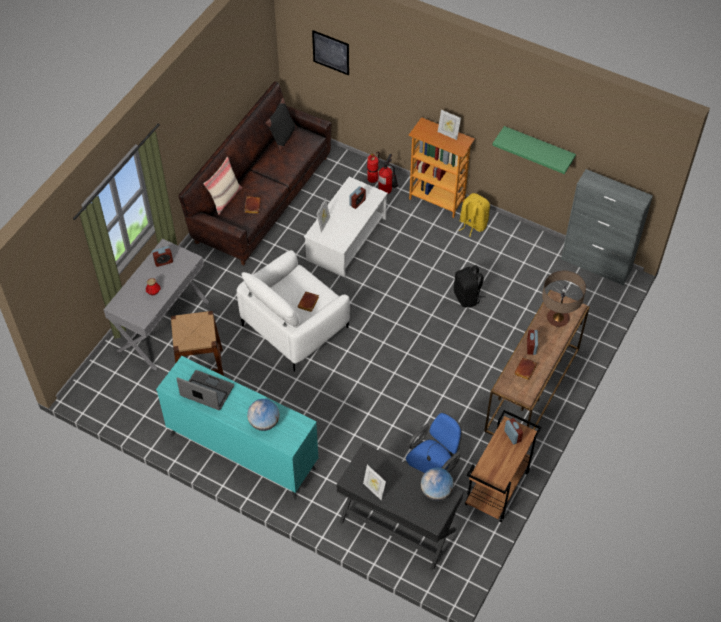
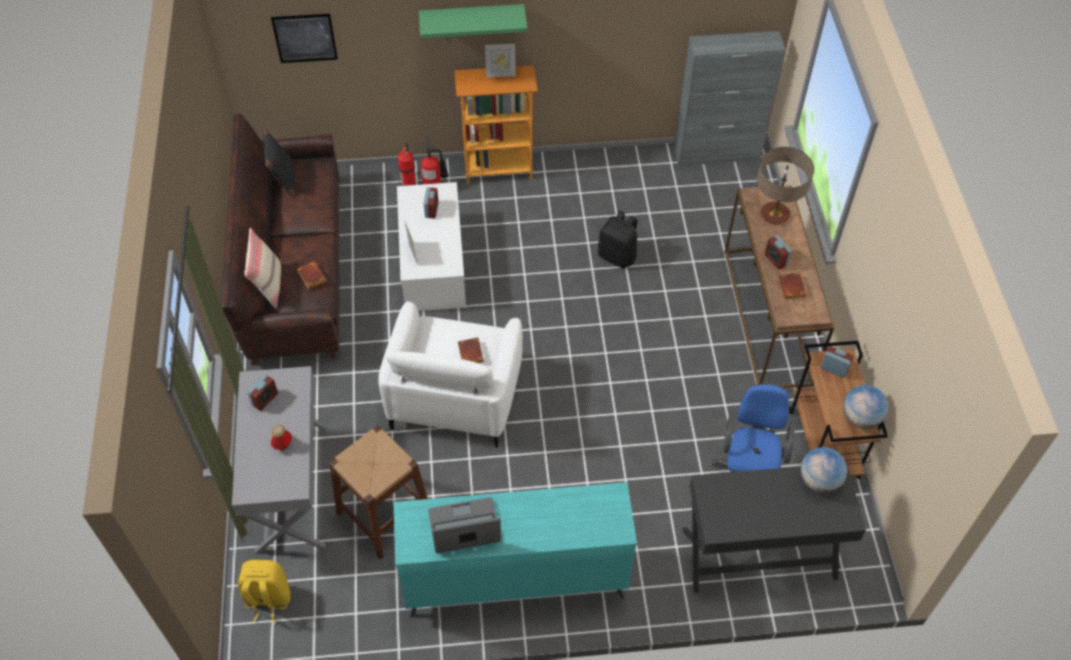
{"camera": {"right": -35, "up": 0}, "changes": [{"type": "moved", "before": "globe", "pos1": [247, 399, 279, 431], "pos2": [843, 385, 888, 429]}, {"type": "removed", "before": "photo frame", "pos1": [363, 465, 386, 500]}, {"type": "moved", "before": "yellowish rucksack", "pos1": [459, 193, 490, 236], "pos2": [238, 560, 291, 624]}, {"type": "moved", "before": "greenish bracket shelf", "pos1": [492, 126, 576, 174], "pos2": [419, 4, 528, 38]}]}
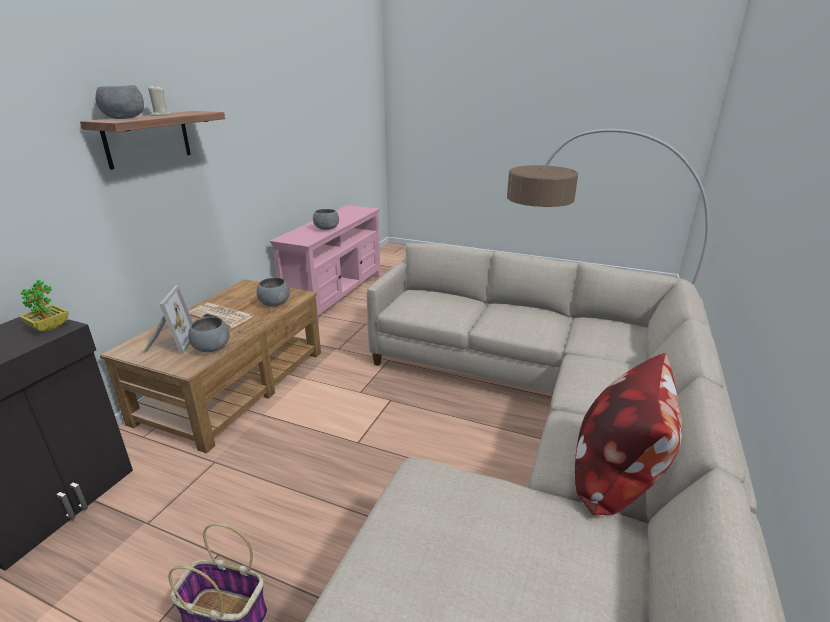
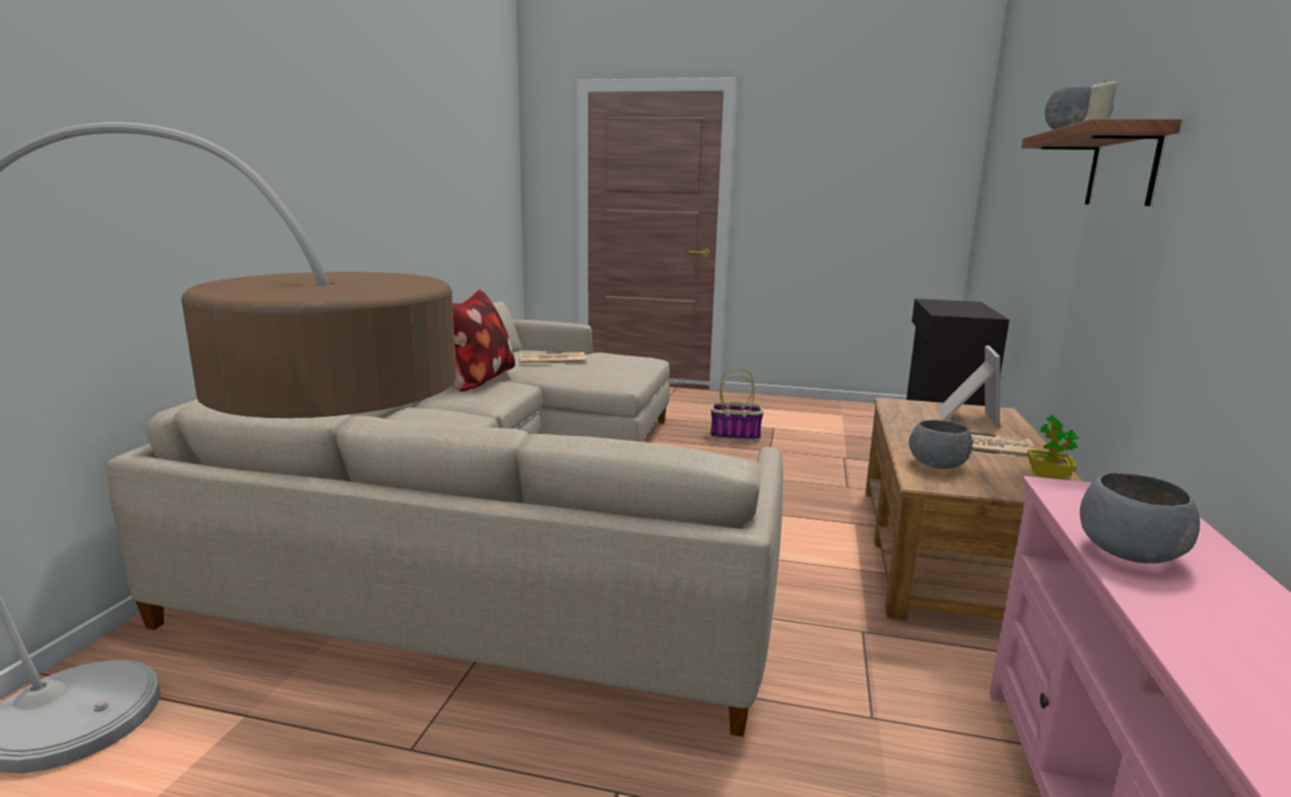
{"camera": {"right": 170, "up": -10}, "changes": [{"type": "moved", "before": "houseplant", "pos1": [20, 280, 69, 332], "pos2": [1027, 415, 1079, 479]}, {"type": "turned", "before": "photo frame", "pos1": [143, 285, 193, 354], "pos2": [937, 345, 1000, 428], "turn": -150}, {"type": "removed", "before": "gray serving bowl", "pos1": [188, 317, 230, 352]}, {"type": "added", "after": "newspaper", "pos2": [520, 352, 587, 364]}]}
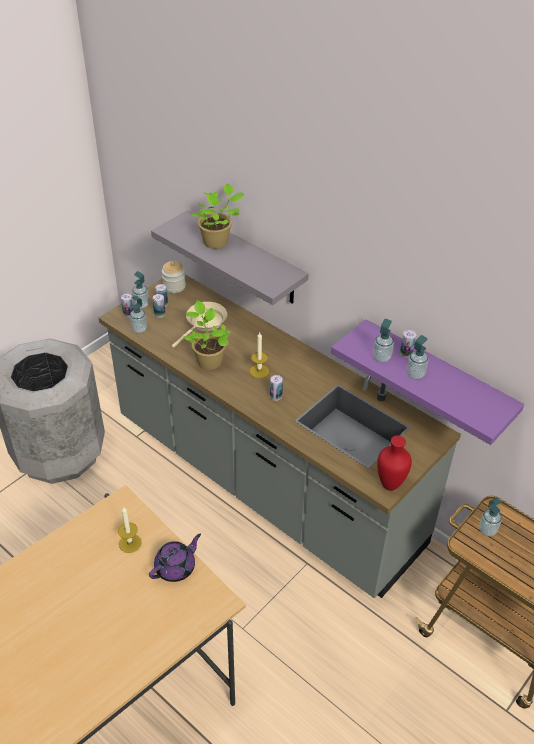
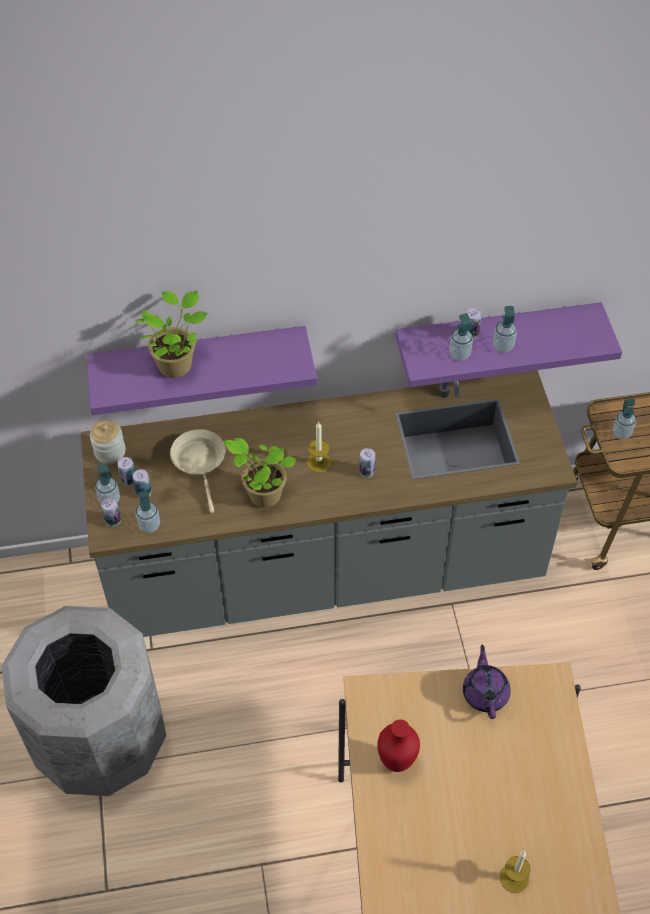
{"camera": {"right": -50, "up": 10}, "changes": [{"type": "moved", "before": "wax candle", "pos1": [118, 507, 142, 553], "pos2": [500, 851, 531, 893]}, {"type": "recoloured", "before": "gray bracket shelf", "after": "purple bracket shelf", "pos1": [151, 210, 309, 305], "pos2": [86, 326, 317, 415]}, {"type": "moved", "before": "red vase", "pos1": [377, 435, 412, 491], "pos2": [377, 719, 420, 772]}]}
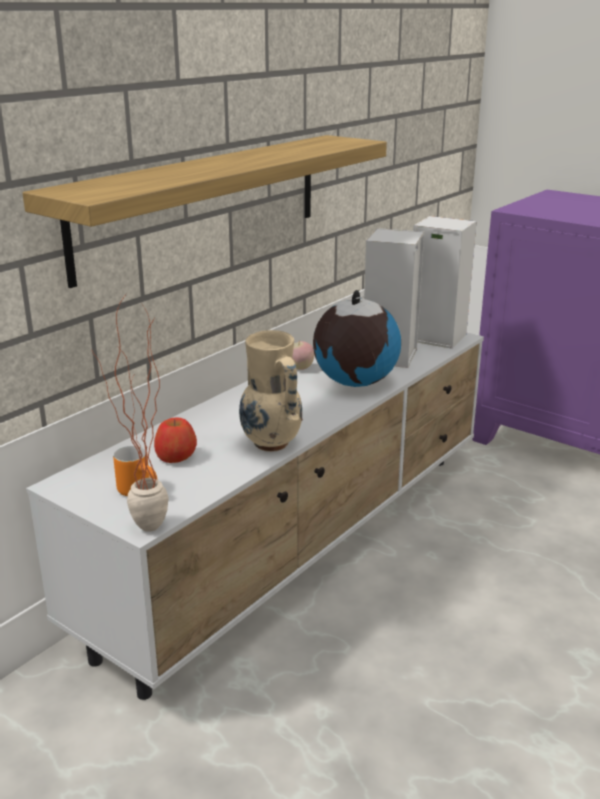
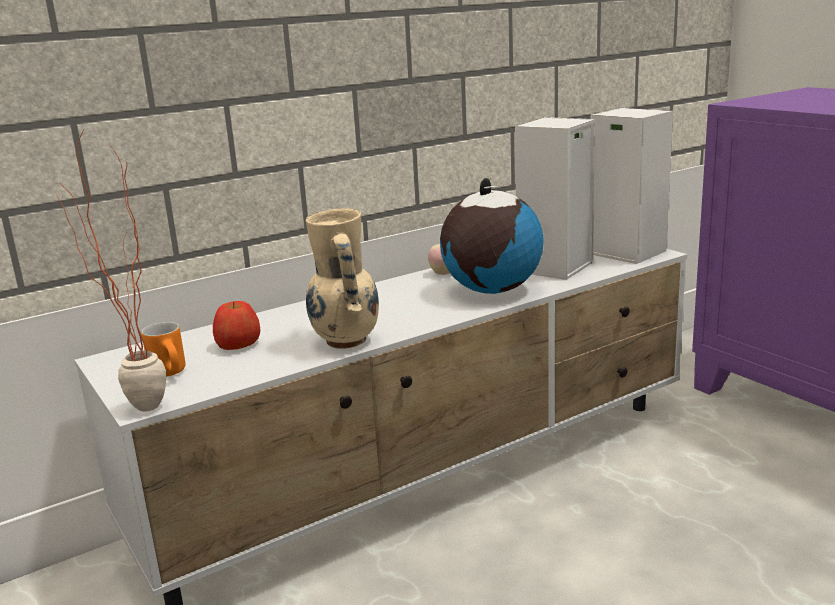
{"camera": {"right": 20, "up": -5}, "changes": [{"type": "removed", "before": "bracket shelf", "pos1": [23, 135, 387, 288]}]}
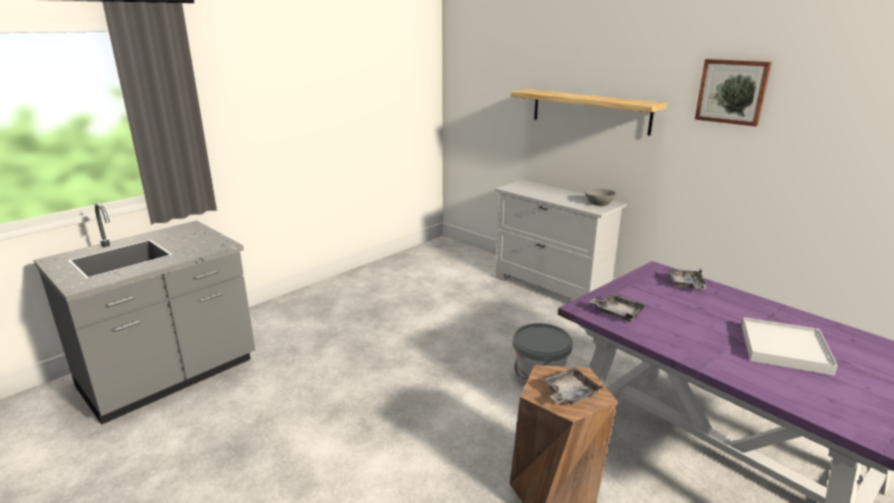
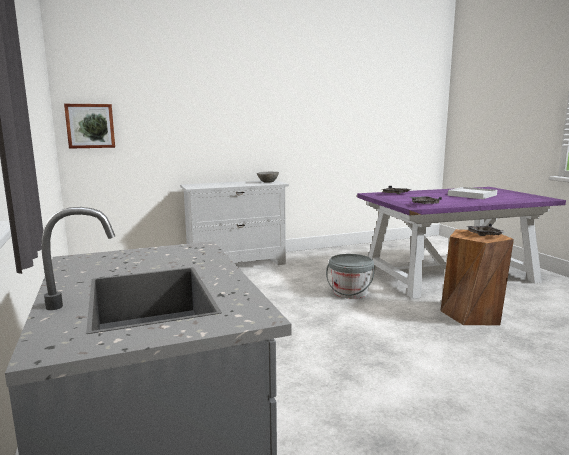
{"camera": {"right": -65, "up": -10}, "changes": [{"type": "removed", "before": "bracket shelf", "pos1": [511, 89, 667, 136]}, {"type": "moved", "before": "wall picture", "pos1": [695, 59, 772, 126], "pos2": [64, 104, 115, 149]}]}
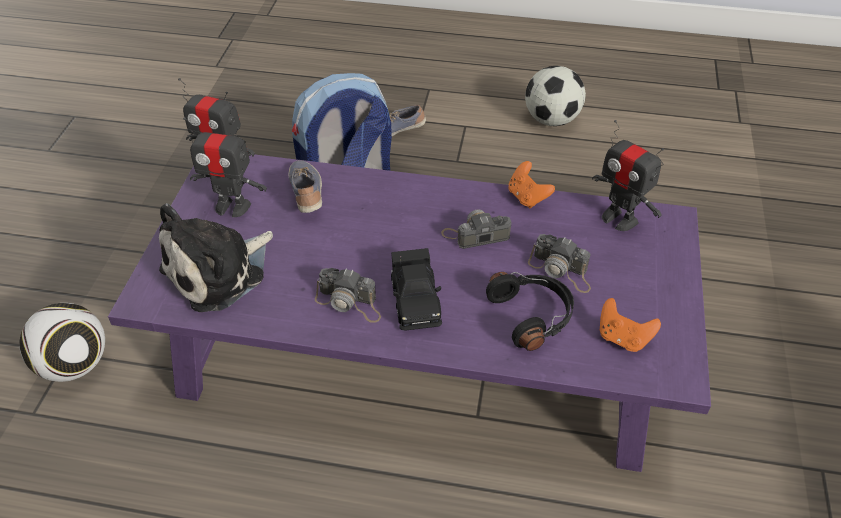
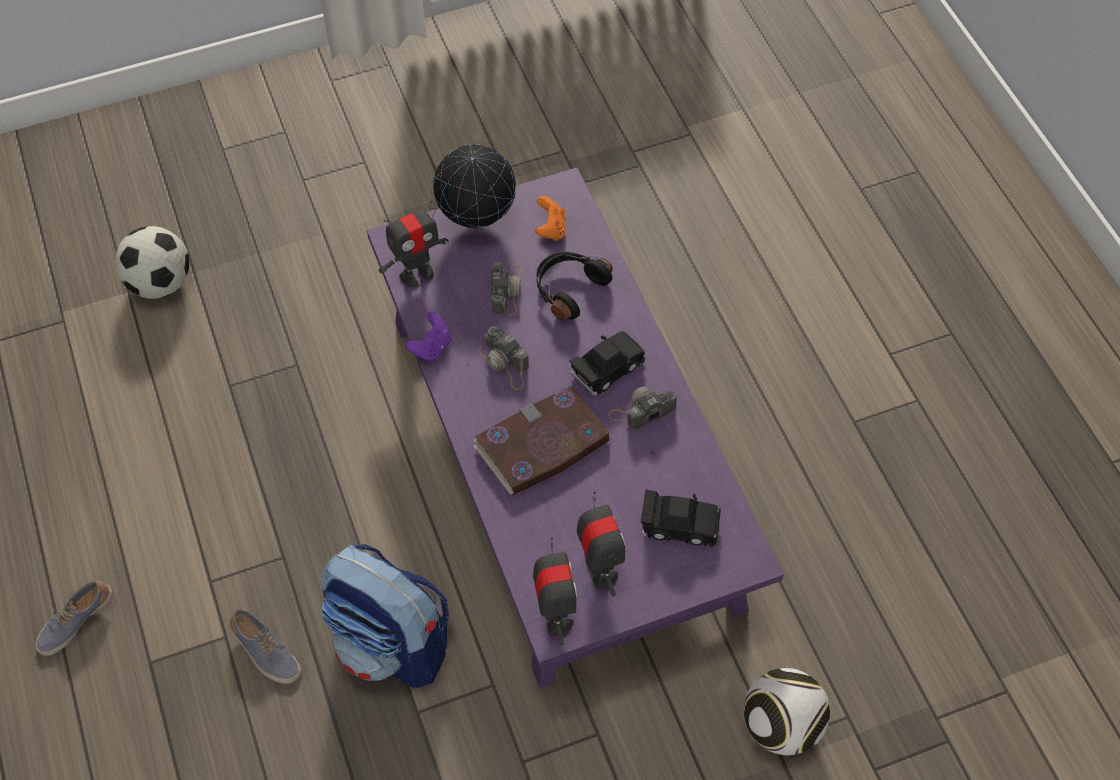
{"camera": {"right": -120, "up": 10}, "changes": [{"type": "replaced", "before": "plush toy", "after": "blackish model car", "pos1": [159, 203, 273, 312], "pos2": [641, 489, 721, 547]}, {"type": "moved", "before": "low shoe", "pos1": [289, 160, 322, 213], "pos2": [35, 581, 112, 656]}, {"type": "turned", "before": "photo camera", "pos1": [315, 268, 381, 323], "pos2": [608, 387, 677, 430], "turn": -105}, {"type": "recoloured", "before": "orange game controller", "after": "purple game controller", "pos1": [508, 161, 555, 208], "pos2": [405, 312, 451, 362]}, {"type": "moved", "before": "football", "pos1": [525, 66, 586, 126], "pos2": [115, 226, 189, 299]}, {"type": "turned", "before": "model robot", "pos1": [592, 120, 664, 231], "pos2": [379, 200, 449, 288], "turn": 45}, {"type": "added", "after": "globe", "pos2": [433, 144, 516, 228]}, {"type": "added", "after": "bound book", "pos2": [473, 386, 610, 495]}]}
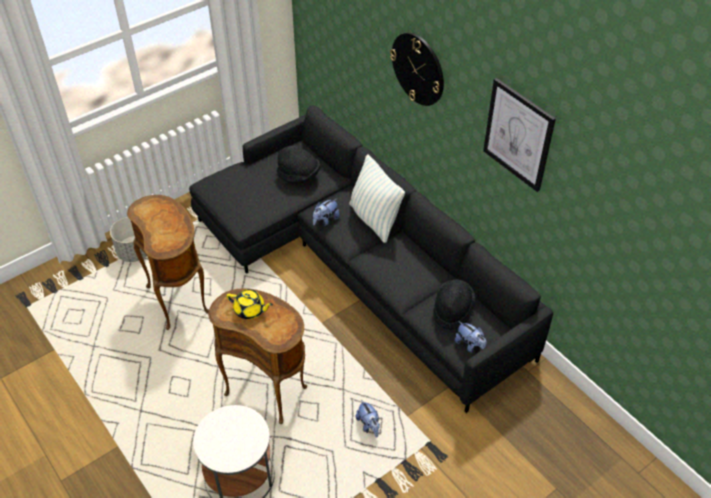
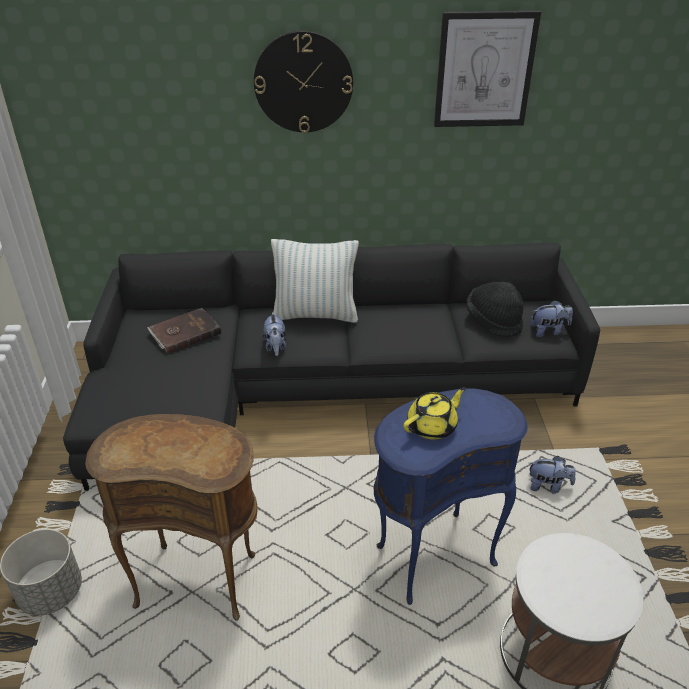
{"camera": {"right": -55, "up": -10}, "changes": [{"type": "recoloured", "before": "brown-coloured side table", "after": "bluish side table", "pos1": [208, 288, 307, 424], "pos2": [374, 389, 528, 605]}, {"type": "replaced", "before": "blackish clothing hat", "after": "brown-coloured bound book", "pos1": [277, 146, 321, 183], "pos2": [147, 308, 221, 354]}]}
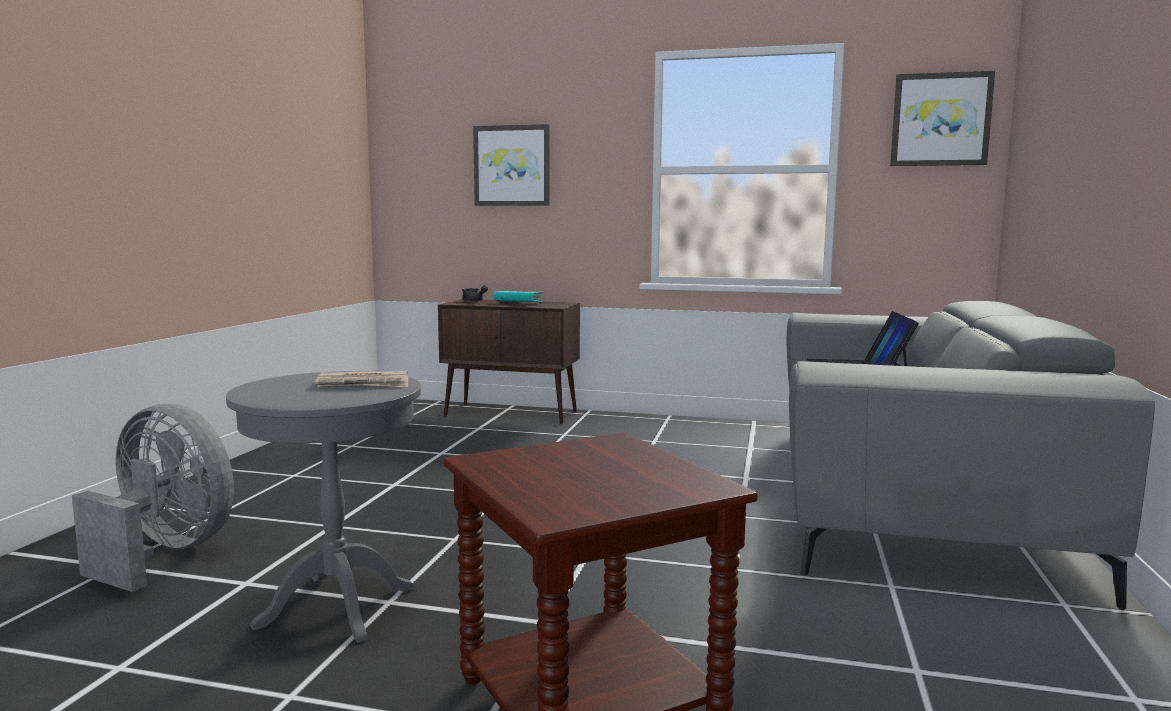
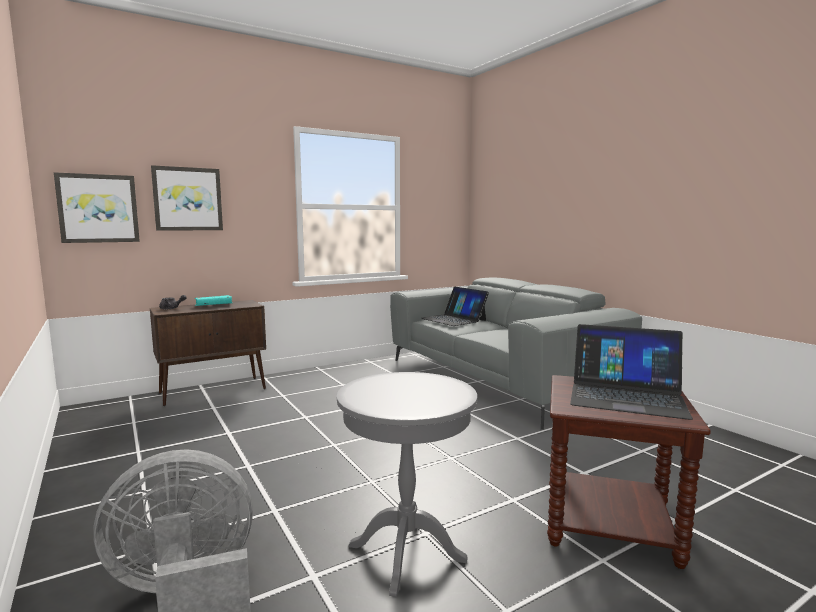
{"camera": {"right": -45, "up": 0}, "changes": [{"type": "removed", "before": "newspaper", "pos1": [315, 371, 409, 387]}, {"type": "moved", "before": "wall picture", "pos1": [890, 71, 995, 166], "pos2": [54, 172, 140, 243]}, {"type": "added", "after": "portable computer", "pos2": [570, 324, 693, 420]}]}
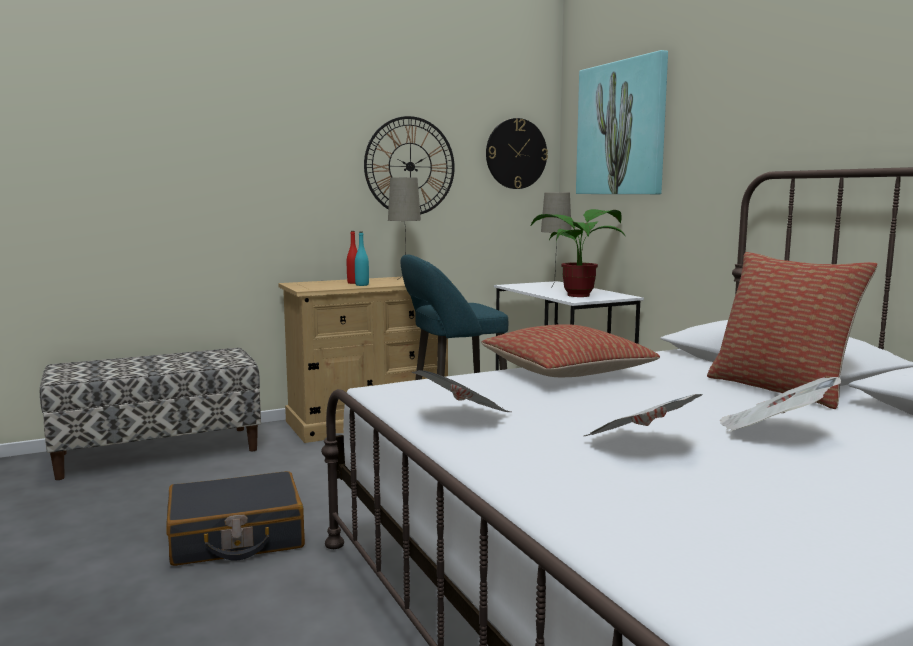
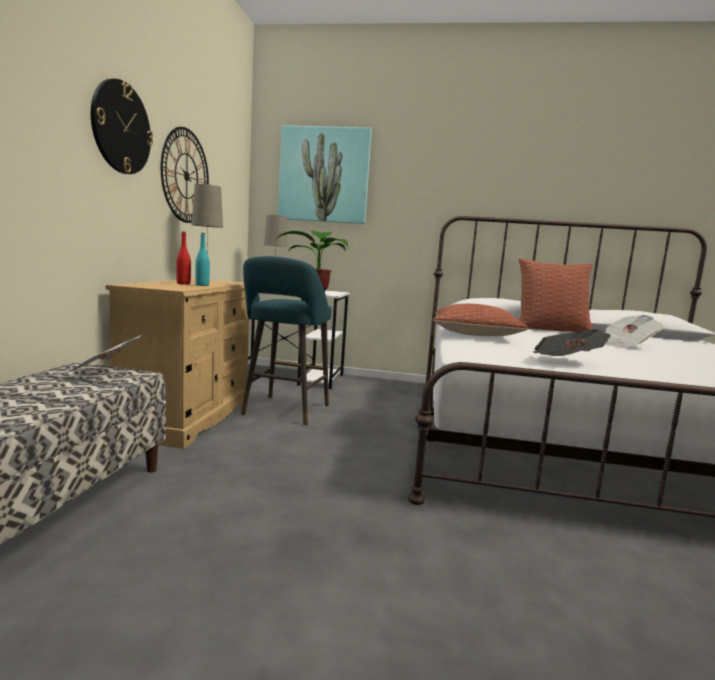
{"camera": {"right": -55, "up": 0}, "changes": [{"type": "removed", "before": "blackish piece of luggage", "pos1": [166, 471, 305, 566]}, {"type": "moved", "before": "wall clock", "pos1": [486, 118, 548, 189], "pos2": [91, 79, 153, 174]}, {"type": "moved", "before": "newspaper", "pos1": [584, 394, 703, 436], "pos2": [65, 335, 142, 374]}]}
